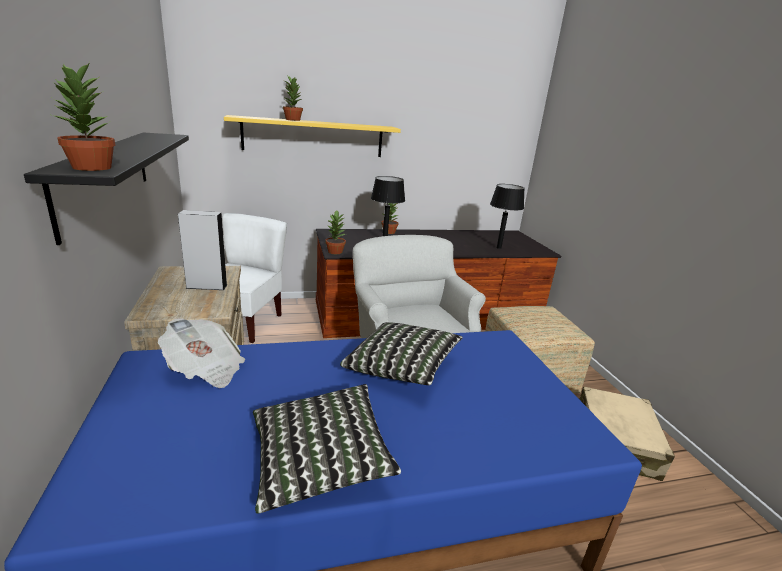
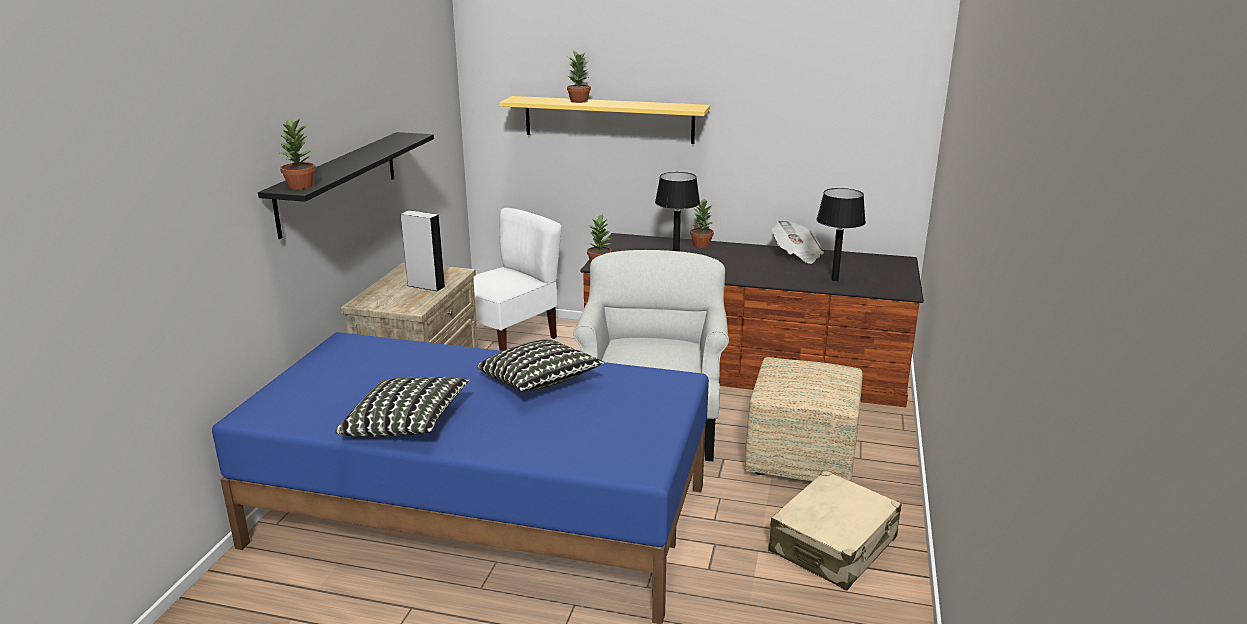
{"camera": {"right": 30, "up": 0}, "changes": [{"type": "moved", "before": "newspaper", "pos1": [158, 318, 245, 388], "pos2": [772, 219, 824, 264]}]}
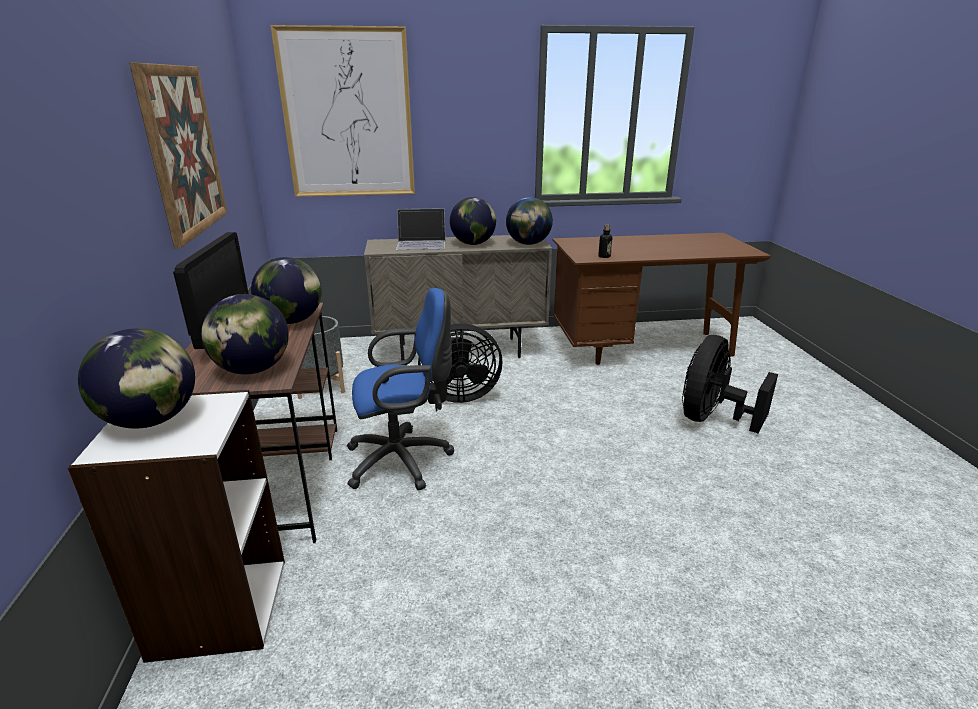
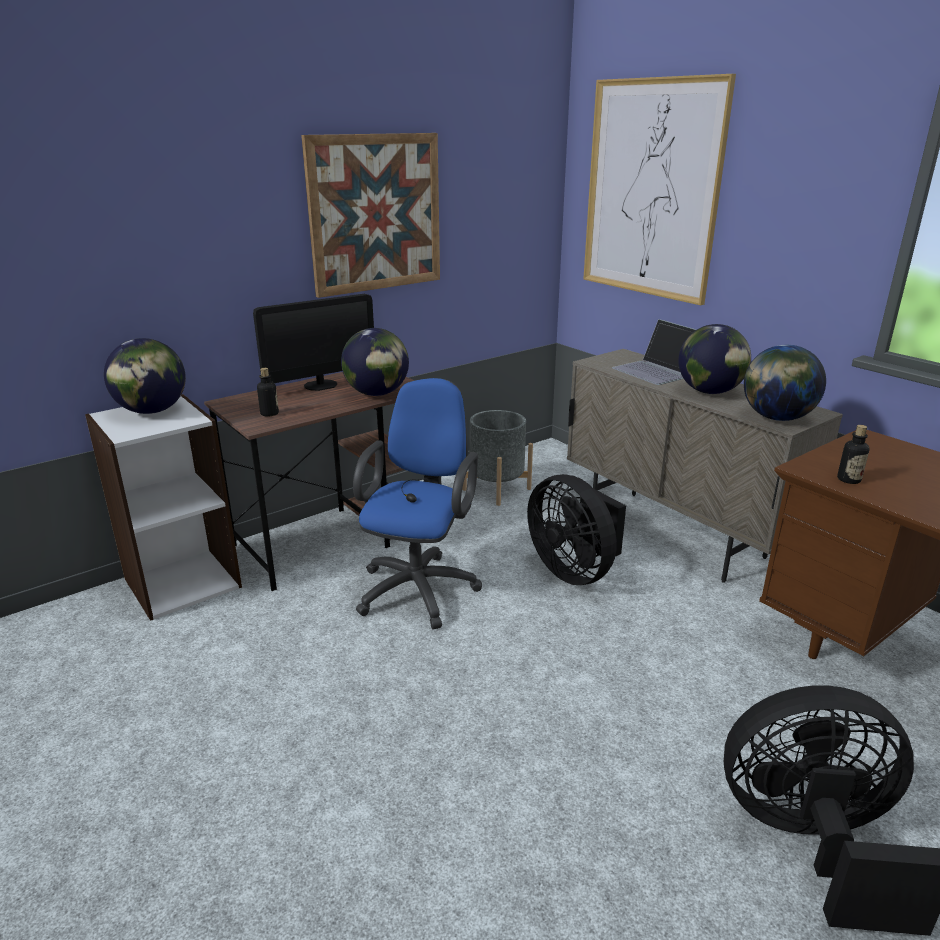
{"camera": {"right": 60, "up": 0}, "changes": [{"type": "replaced", "before": "globe", "after": "bottle", "pos1": [201, 294, 289, 374], "pos2": [257, 368, 279, 417]}, {"type": "turned", "before": "bluish computer chair", "pos1": [347, 288, 455, 491], "pos2": [353, 378, 482, 629], "turn": -120}]}
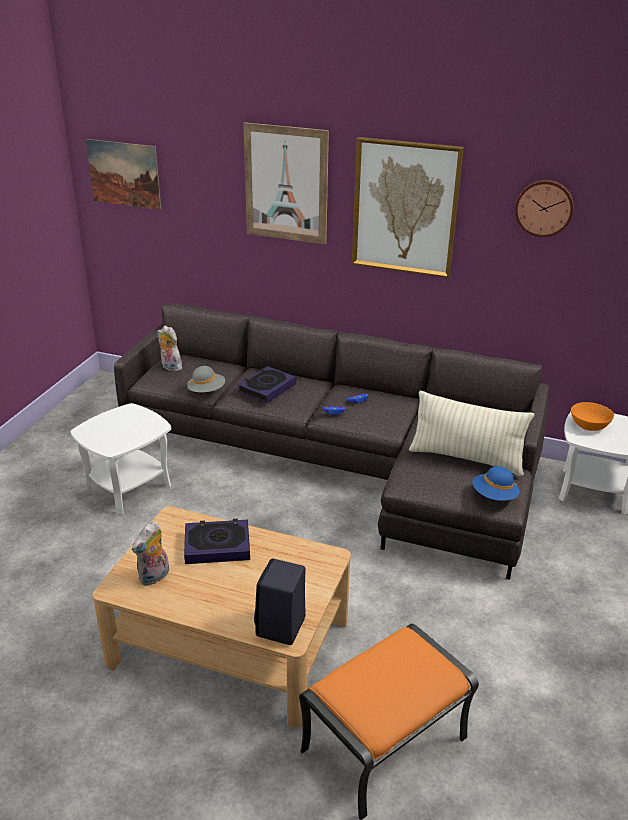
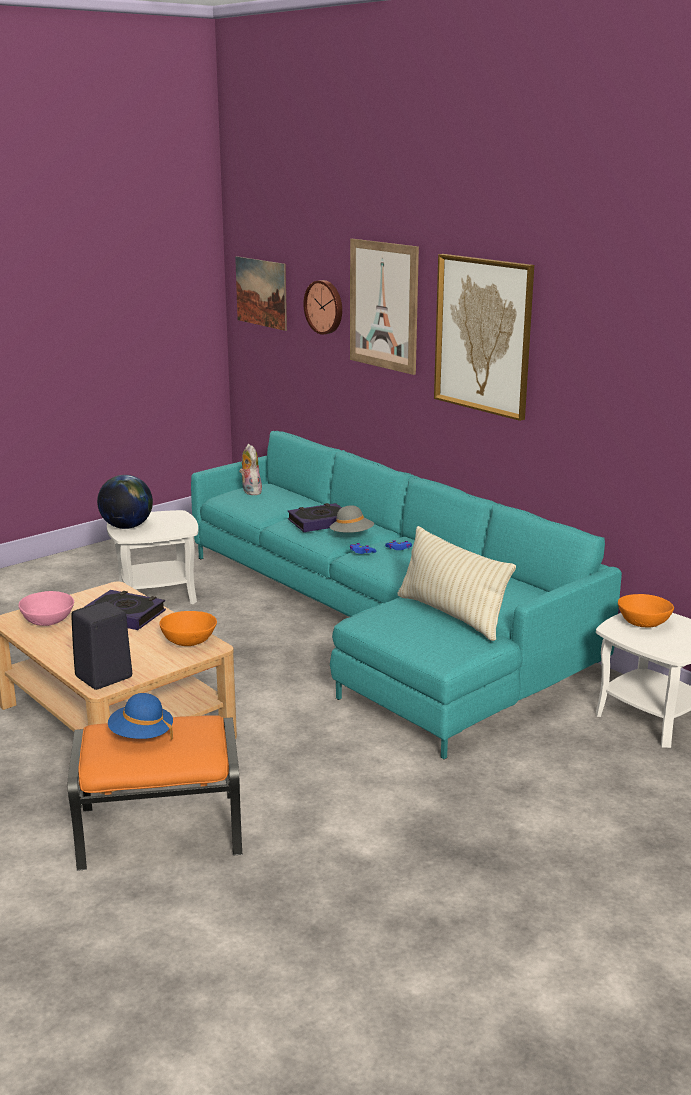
{"camera": {"right": 30, "up": -10}, "changes": [{"type": "recoloured", "before": "gray sofa", "after": "turquoise sofa", "pos1": [114, 303, 549, 580], "pos2": [191, 431, 622, 759]}, {"type": "replaced", "before": "plush toy", "after": "pink-coloured serving bowl", "pos1": [132, 521, 169, 586], "pos2": [18, 591, 74, 626]}, {"type": "moved", "before": "gray clothing hat", "pos1": [187, 366, 225, 392], "pos2": [330, 505, 374, 533]}, {"type": "moved", "before": "bluish clothing hat", "pos1": [472, 466, 520, 501], "pos2": [108, 693, 173, 740]}, {"type": "moved", "before": "wall clock", "pos1": [515, 180, 574, 237], "pos2": [303, 280, 342, 335]}, {"type": "added", "after": "globe", "pos2": [97, 475, 153, 529]}, {"type": "added", "after": "orange serving bowl", "pos2": [159, 611, 217, 646]}]}
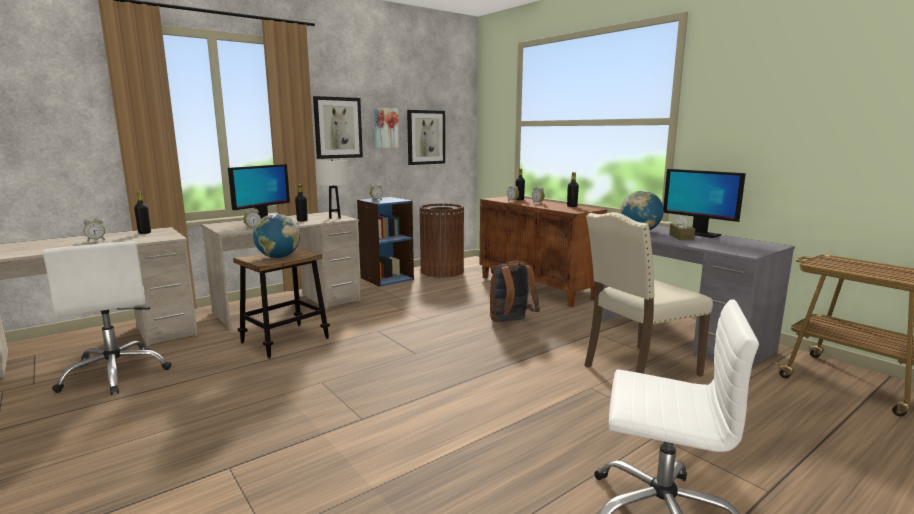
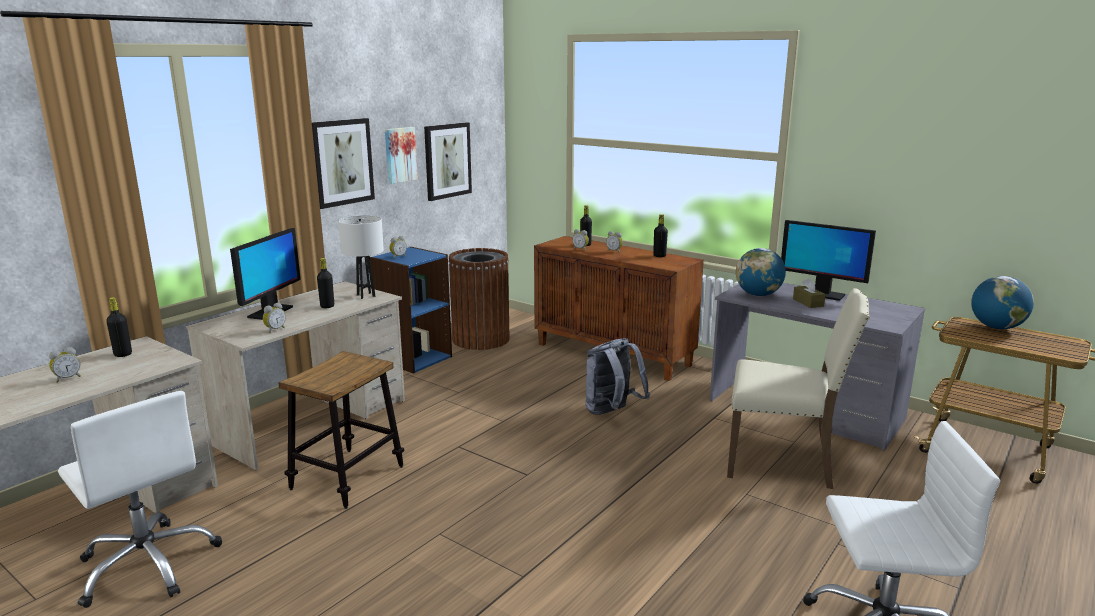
{"camera": {"right": -15, "up": 5}, "changes": [{"type": "moved", "before": "globe", "pos1": [253, 214, 300, 258], "pos2": [971, 276, 1034, 329]}, {"type": "recoloured", "before": "brown-coloured rucksack", "after": "gray rucksack", "pos1": [490, 261, 540, 322], "pos2": [585, 338, 650, 415]}, {"type": "turned", "before": "beige-coloured upright chair", "pos1": [584, 212, 713, 377], "pos2": [727, 288, 870, 489], "turn": -120}]}
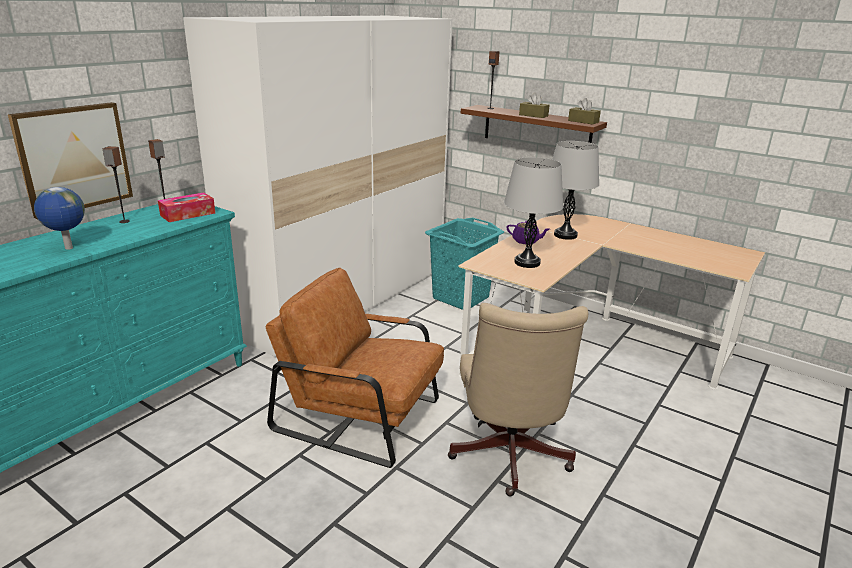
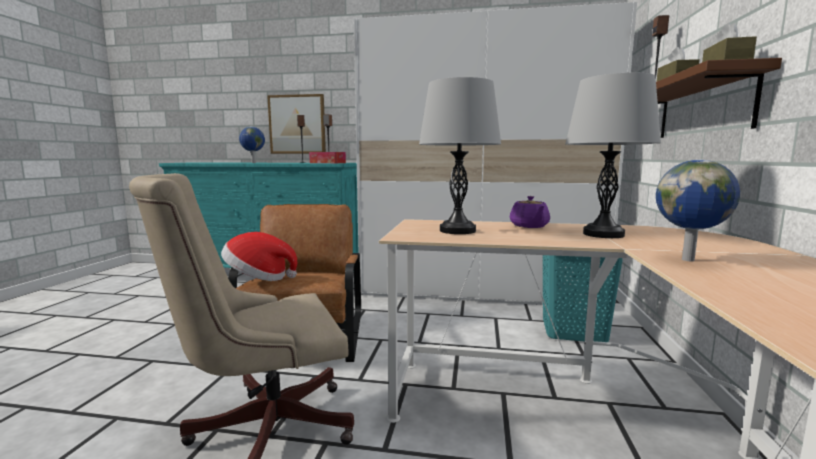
{"camera": {"right": 65, "up": -15}, "changes": [{"type": "added", "after": "clothing hat", "pos2": [221, 232, 297, 281]}, {"type": "added", "after": "globe", "pos2": [656, 160, 740, 261]}]}
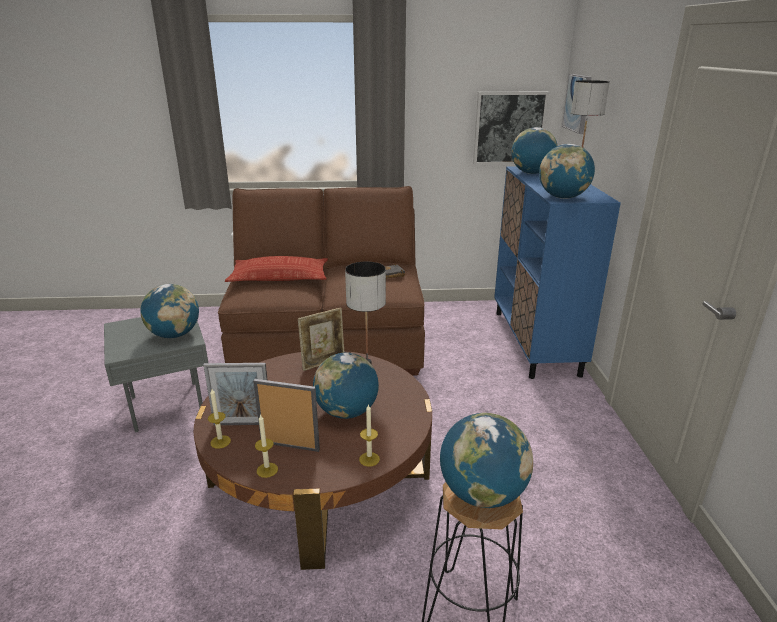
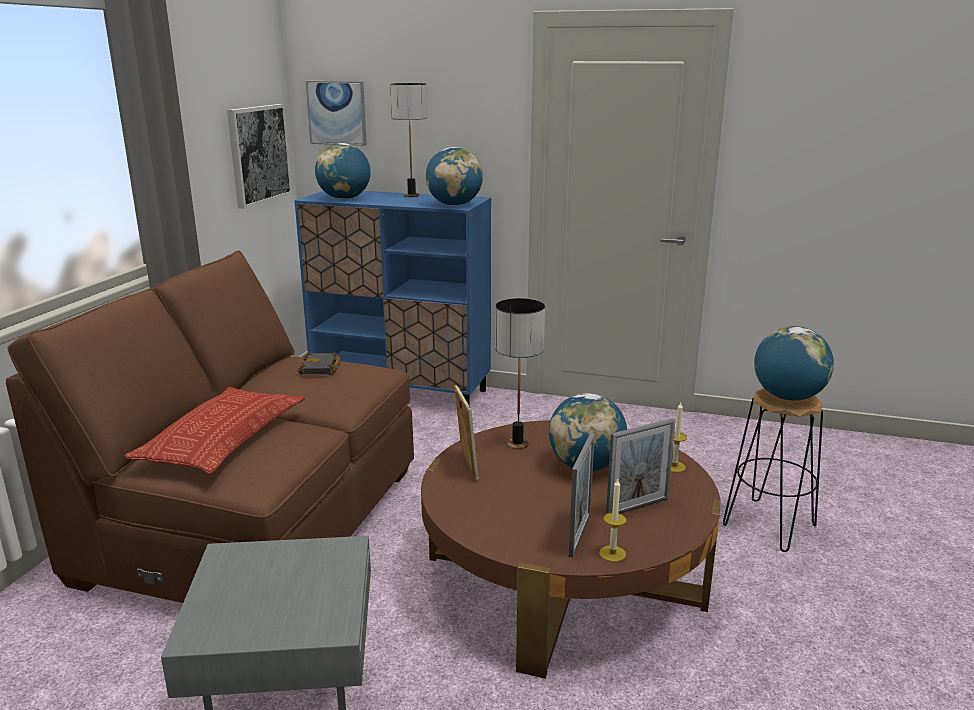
{"camera": {"right": -70, "up": -5}, "changes": [{"type": "removed", "before": "globe", "pos1": [140, 284, 199, 338]}, {"type": "turned", "before": "photo frame", "pos1": [253, 379, 320, 452], "pos2": [606, 418, 676, 514], "turn": -150}, {"type": "removed", "before": "wax candle", "pos1": [255, 414, 278, 478]}]}
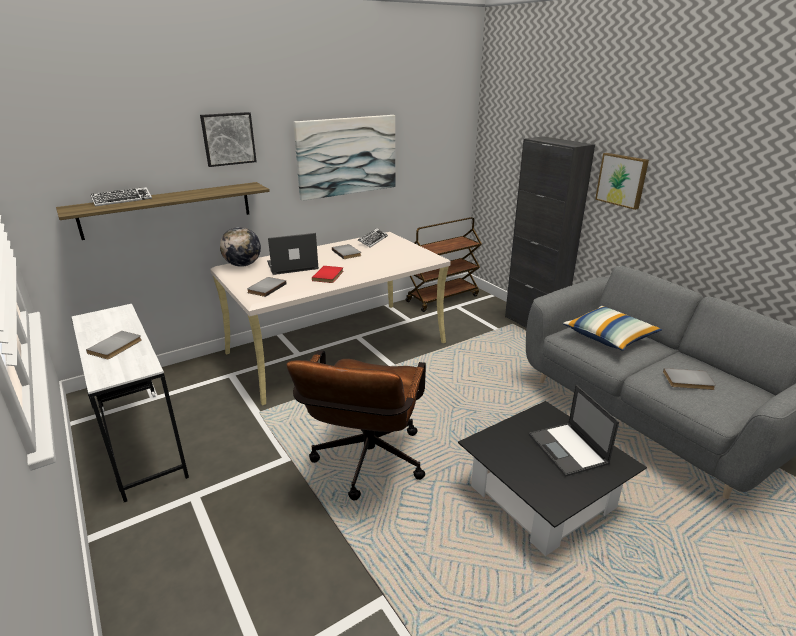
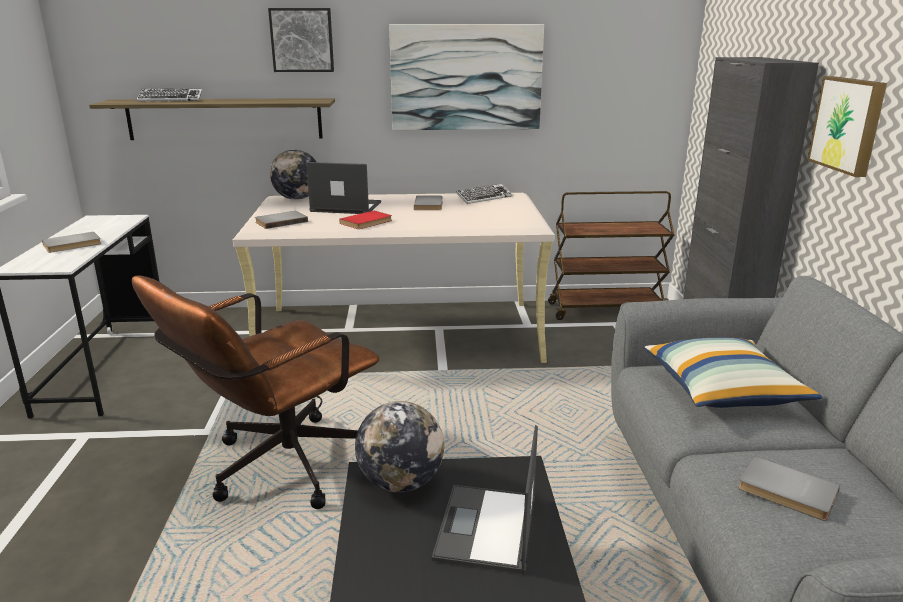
{"camera": {"right": 30, "up": -5}, "changes": [{"type": "added", "after": "globe", "pos2": [355, 401, 444, 493]}]}
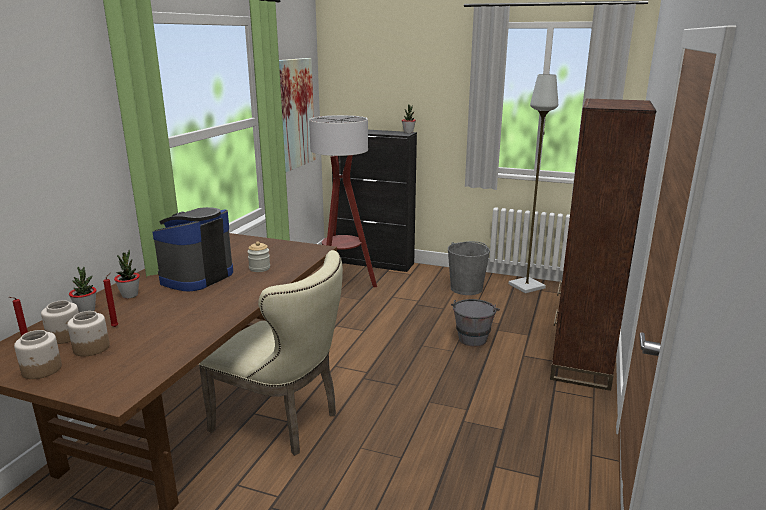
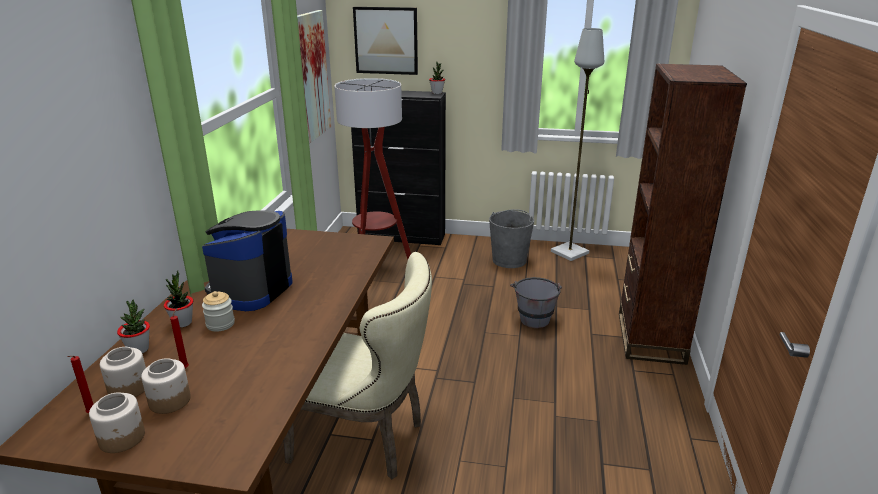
{"camera": {"right": -10, "up": 5}, "changes": [{"type": "moved", "before": "preserve jar", "pos1": [247, 241, 270, 272], "pos2": [202, 291, 235, 332]}, {"type": "added", "after": "wall picture", "pos2": [353, 7, 418, 75]}]}
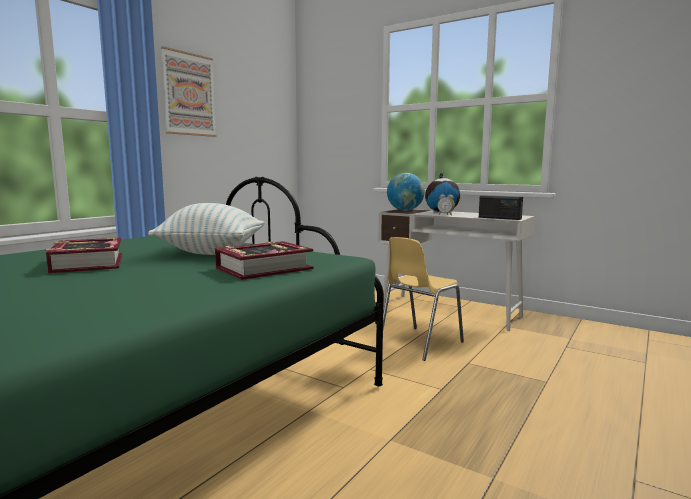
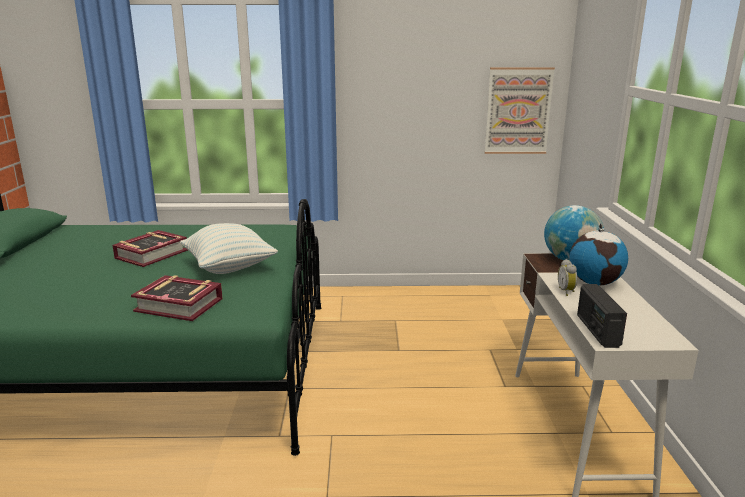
{"camera": {"right": 55, "up": 10}, "changes": [{"type": "moved", "before": "wall picture", "pos1": [161, 46, 216, 137], "pos2": [485, 67, 555, 154]}, {"type": "removed", "before": "yellowish upright chair", "pos1": [383, 237, 464, 361]}]}
